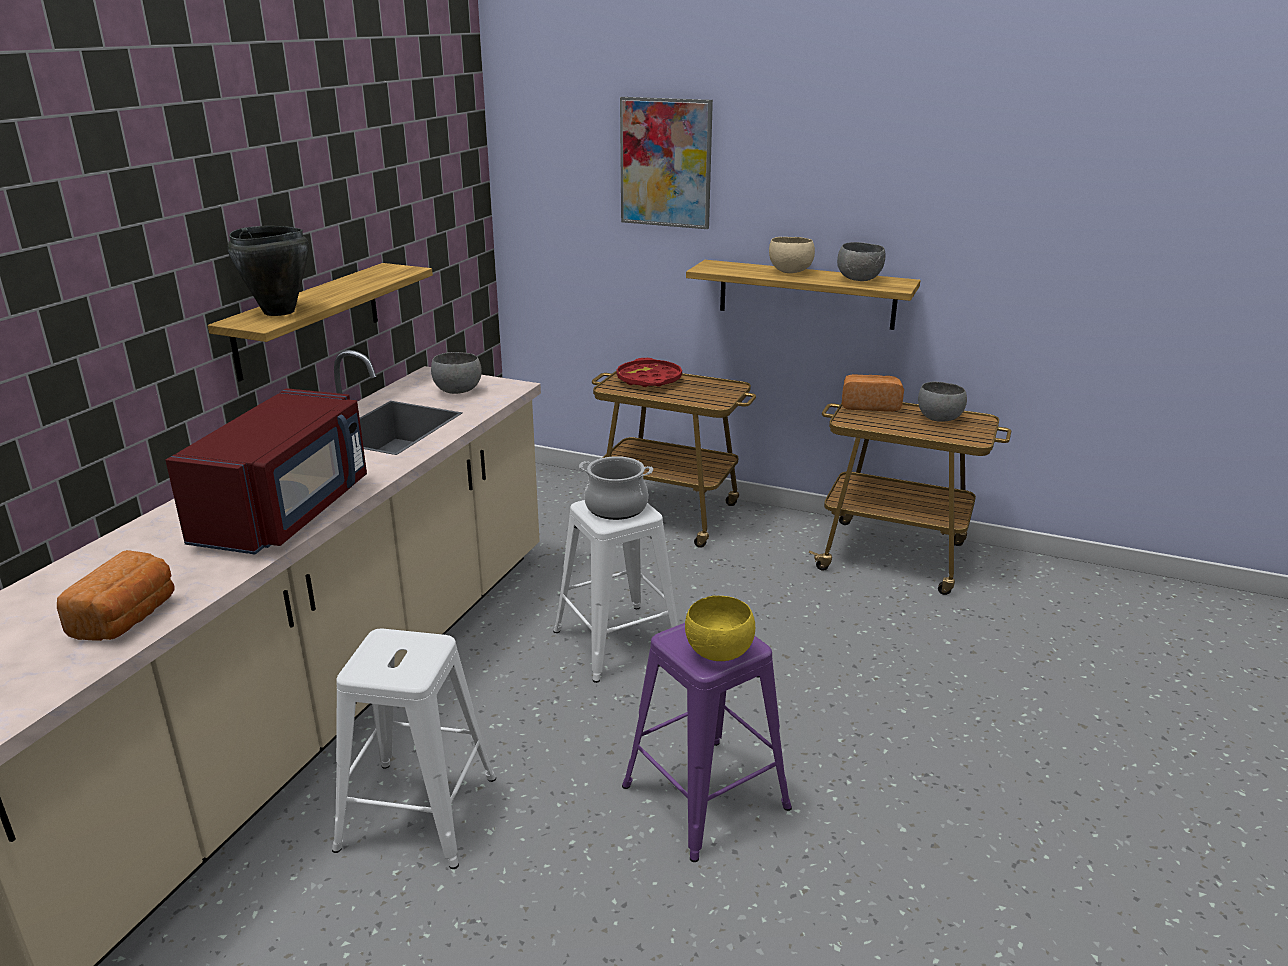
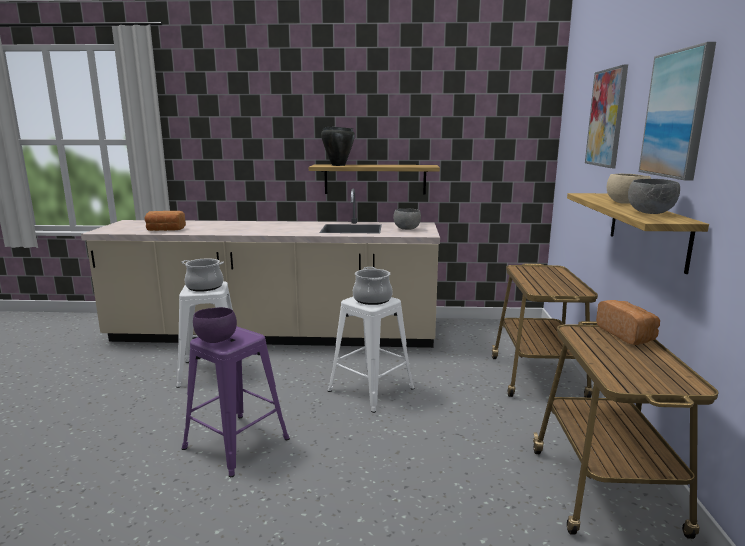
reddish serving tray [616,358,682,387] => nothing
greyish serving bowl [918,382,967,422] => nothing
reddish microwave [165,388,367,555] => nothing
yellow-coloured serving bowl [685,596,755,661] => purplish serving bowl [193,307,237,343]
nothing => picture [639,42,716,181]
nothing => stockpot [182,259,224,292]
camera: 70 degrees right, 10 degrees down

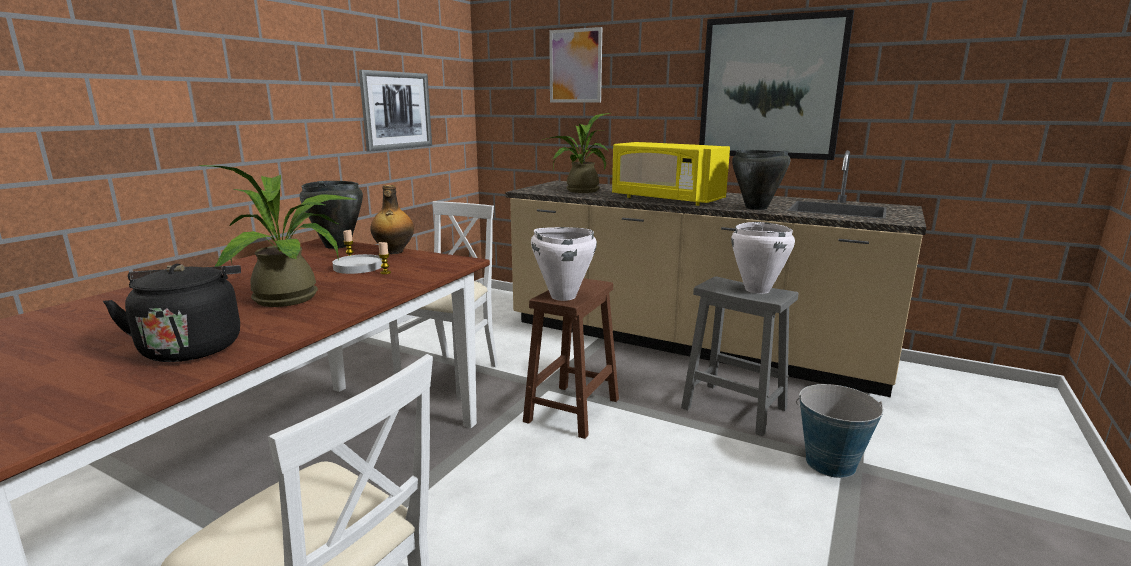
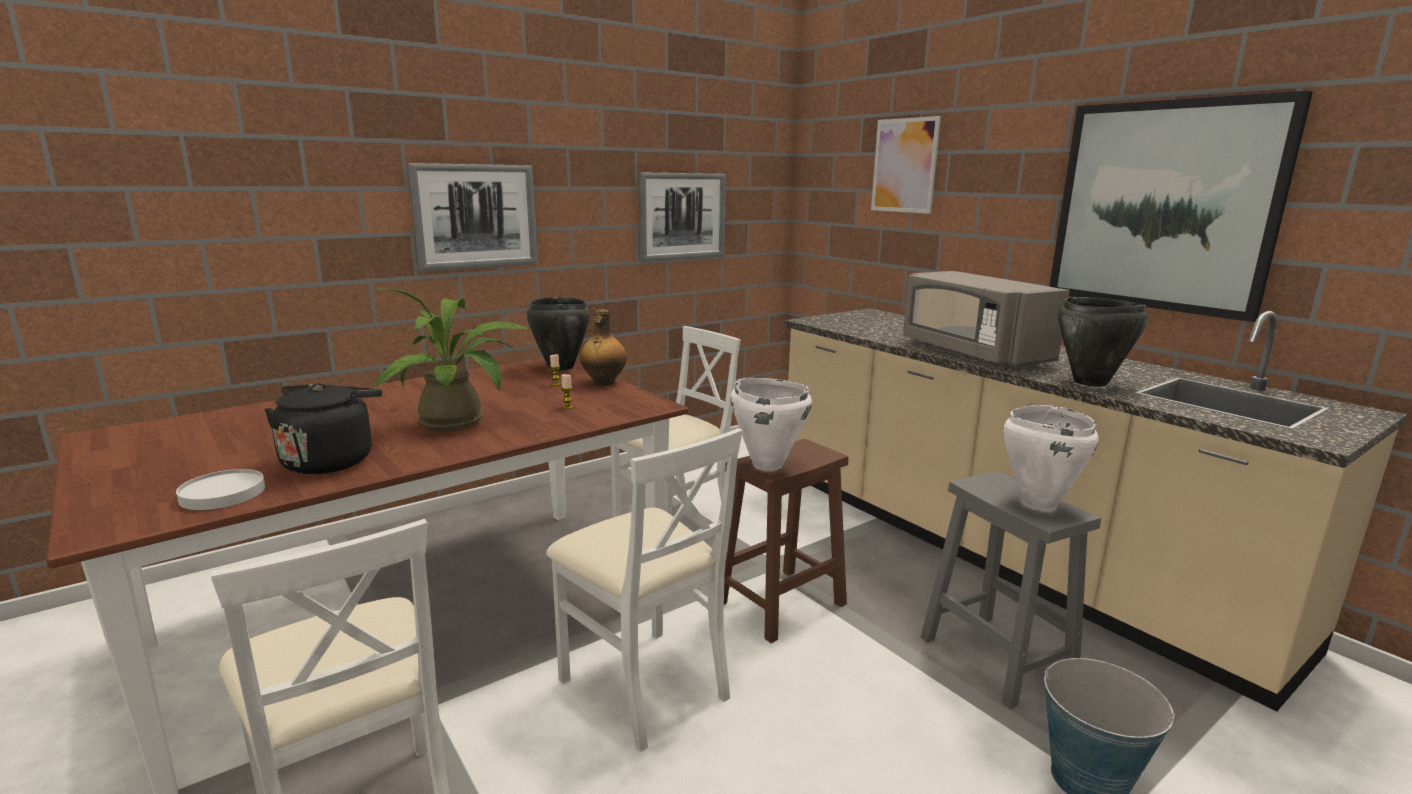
houseplant [540,113,611,193] => nothing
yellow-coloured microwave [612,142,730,206] => greyish microwave [903,271,1070,368]
whitish flat dish [332,254,382,274] => whitish flat dish [176,469,265,510], moved
nothing => picture [407,163,538,272]
nothing => whitish plain chair [546,428,743,752]
camera: 25 degrees right, 0 degrees up

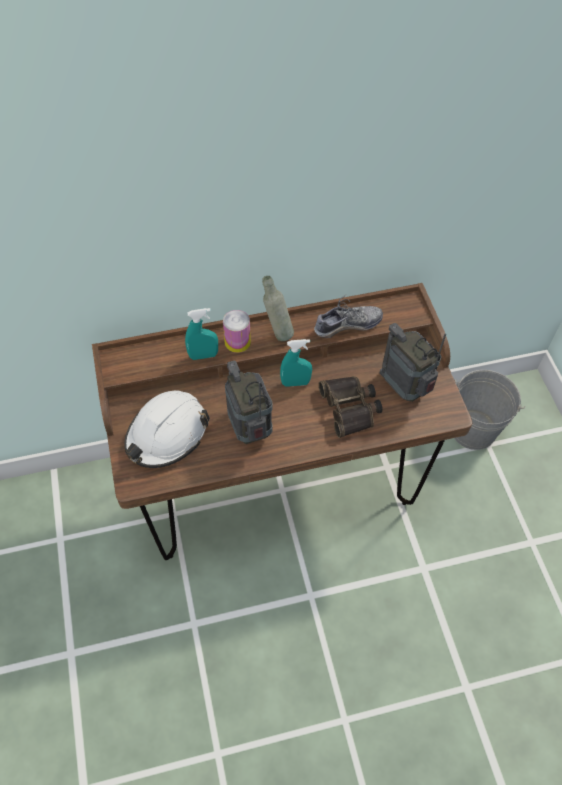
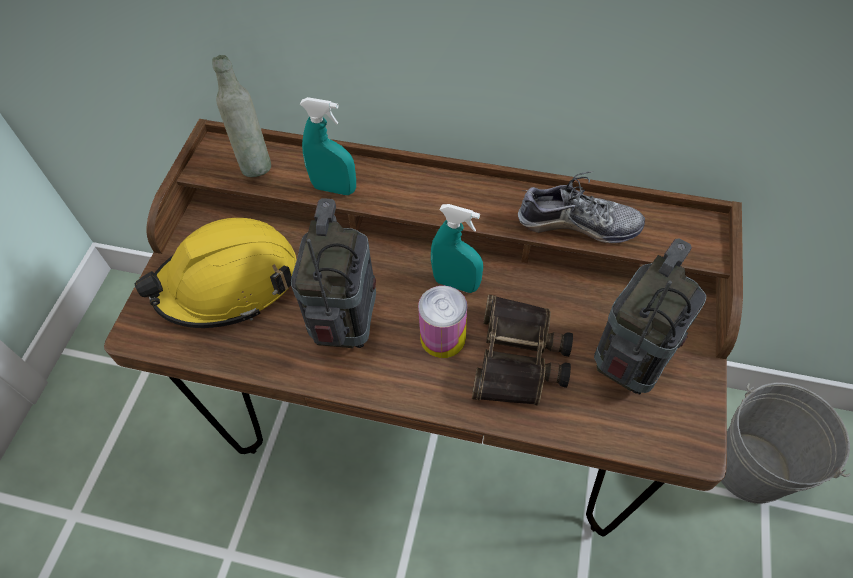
greyish drink bottle [262,276,294,341] => greyish drink bottle [212,55,271,177], moved
can [223,310,251,353] => can [418,286,467,358], moved
radio set [380,323,446,402] => radio set [594,238,706,395], 45 degrees clockwise
whitish safety helmet [124,390,210,468] => yellow-coloured safety helmet [135,218,297,328]
camera: 30 degrees right, 0 degrees up

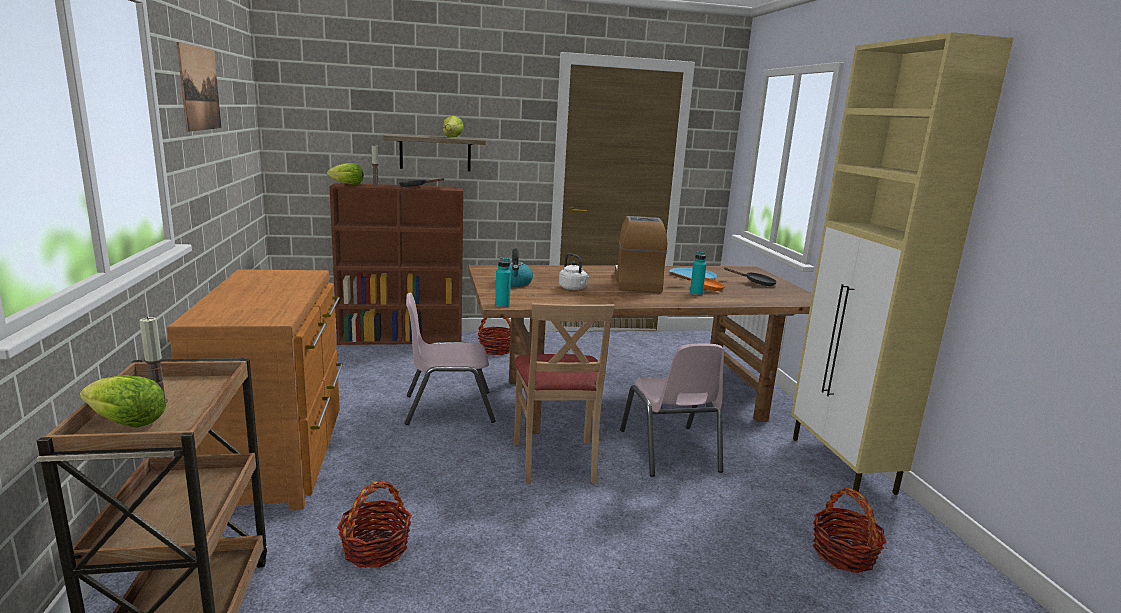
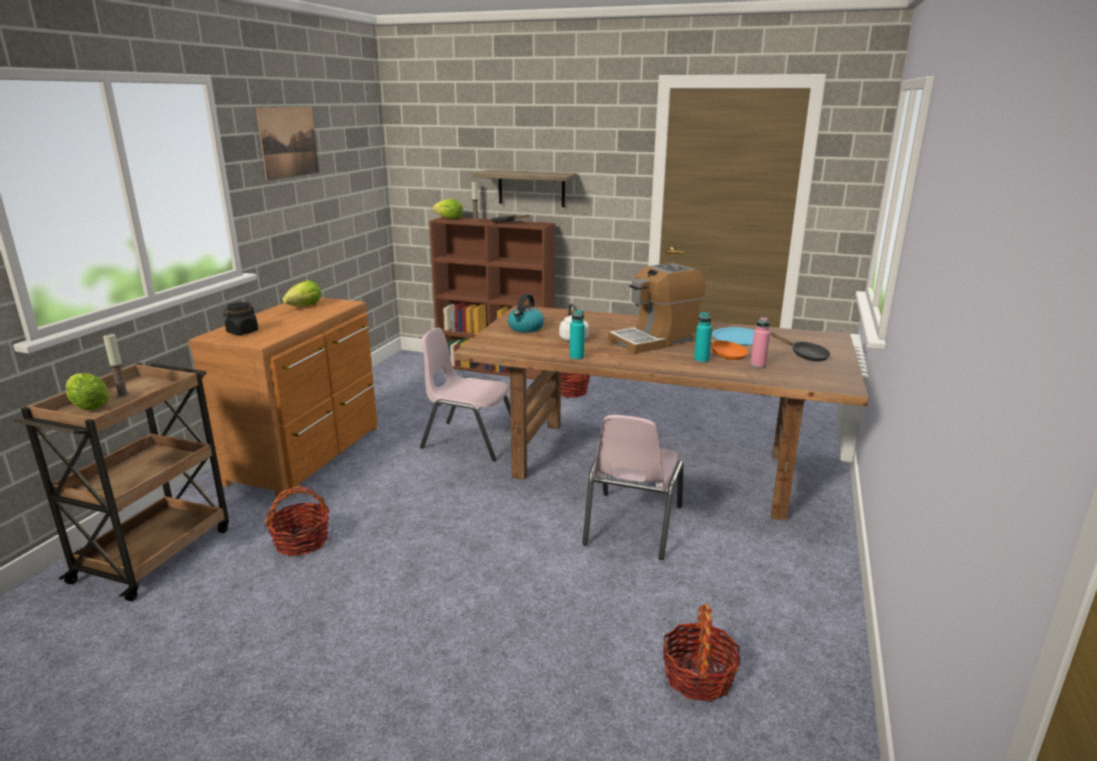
beige-coloured cabinet [791,32,1014,495] => nothing
lettuce [442,116,464,137] => lettuce [282,280,321,306], moved
coffee maker [615,216,667,293] => coffee maker [608,263,706,354], 150 degrees counterclockwise
turquoise drink bottle [495,257,511,308] => turquoise drink bottle [570,310,585,360], moved
beige-coloured plain chair [514,303,615,484] => nothing
nothing => black-coloured storage jar [223,302,258,335]
nothing => pinkish drink bottle [750,317,770,369]
camera: 30 degrees right, 5 degrees up

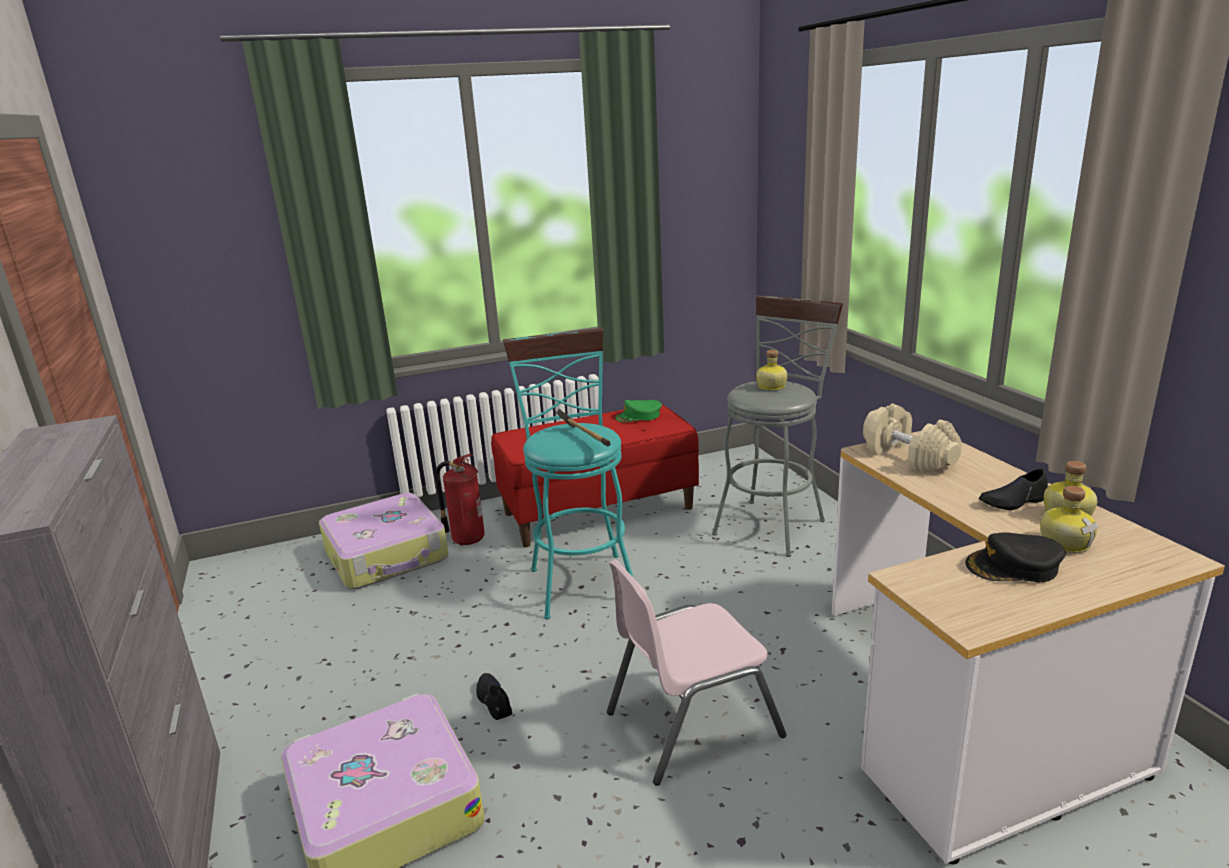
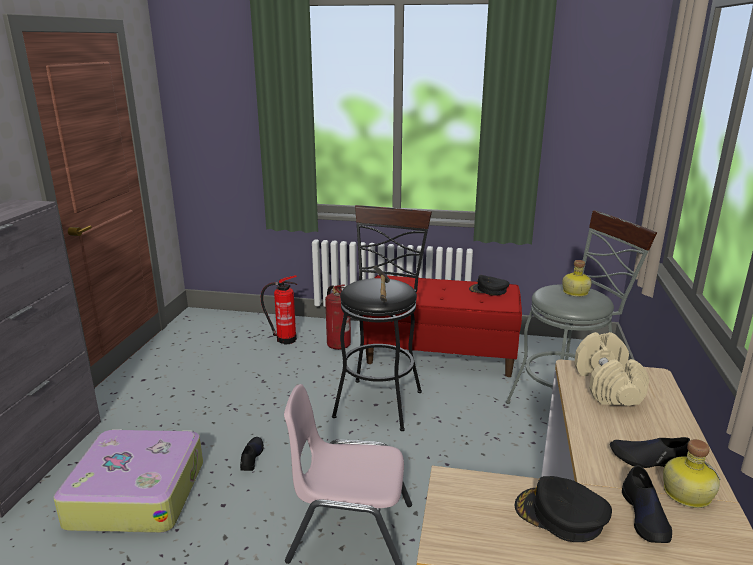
turquoise stool [503,328,633,619] => black-coloured stool [332,205,432,431]
green cap [615,400,662,422] => black-coloured cap [469,275,509,296]
drink bottle [1040,486,1098,553] => black-coloured shoe [622,465,672,543]
travel case [319,493,449,589] => fire-fighting cylinder [261,275,297,345]
camera: 30 degrees right, 0 degrees up

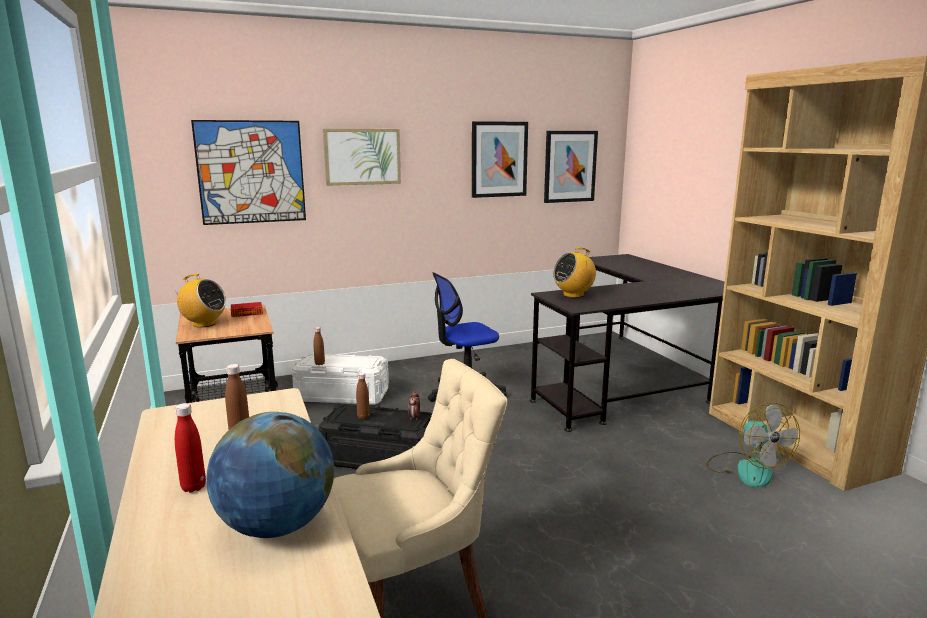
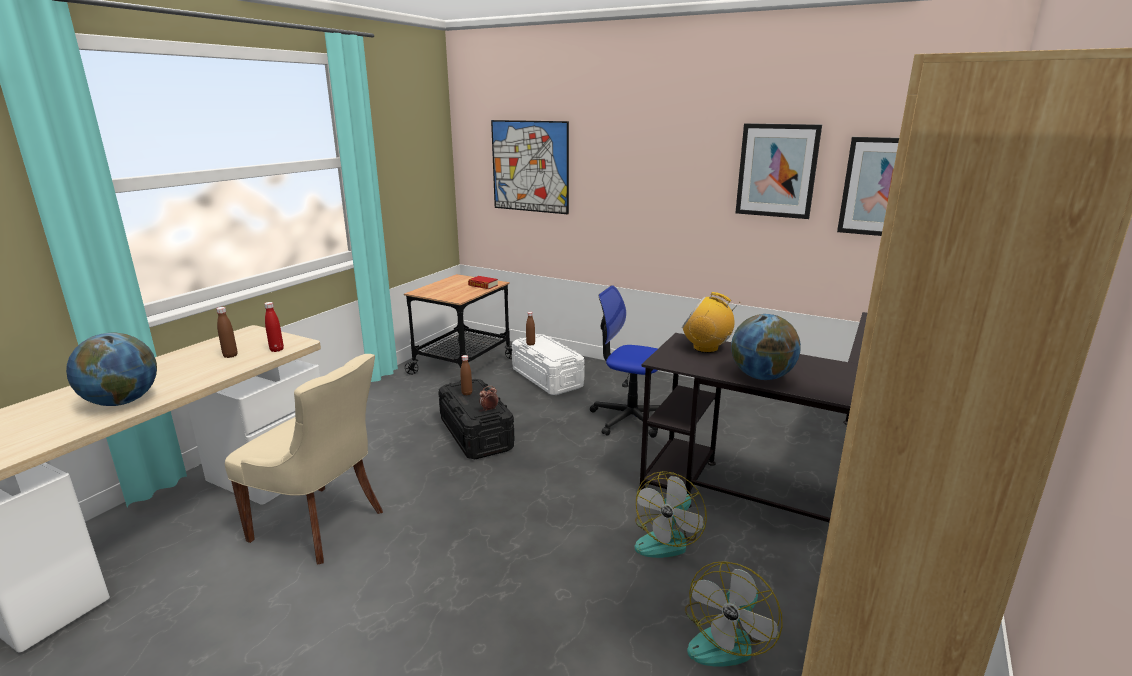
picture [323,129,401,186] => nothing
radio set [171,274,226,328] => nothing
reddish drink bottle [175,403,206,493] => reddish drink bottle [264,302,284,352], moved
nothing => globe [731,314,801,380]
nothing => cooling fan [635,471,707,558]
camera: 50 degrees right, 5 degrees up

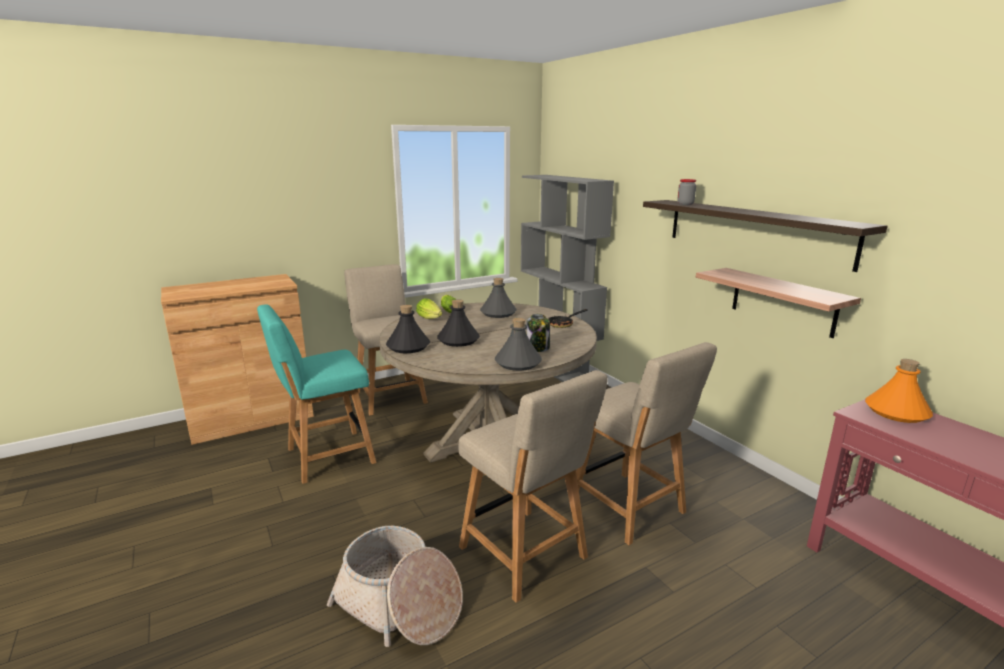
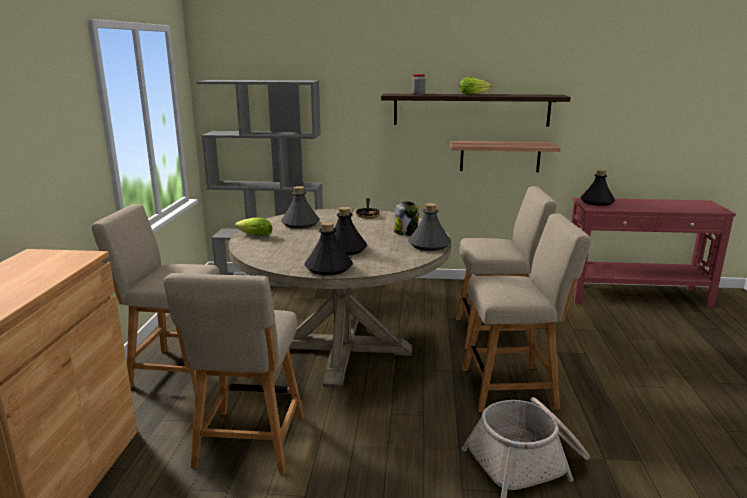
lettuce [416,298,442,319] => lettuce [460,77,491,95], moved
turquoise plain chair [257,304,376,484] => beige-coloured plain chair [164,273,304,474]
orange drink bottle [865,359,933,423] => black-coloured drink bottle [580,170,615,206]
camera: 55 degrees left, 0 degrees up

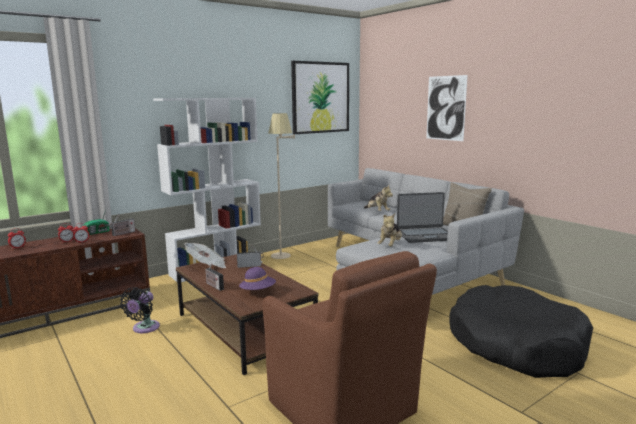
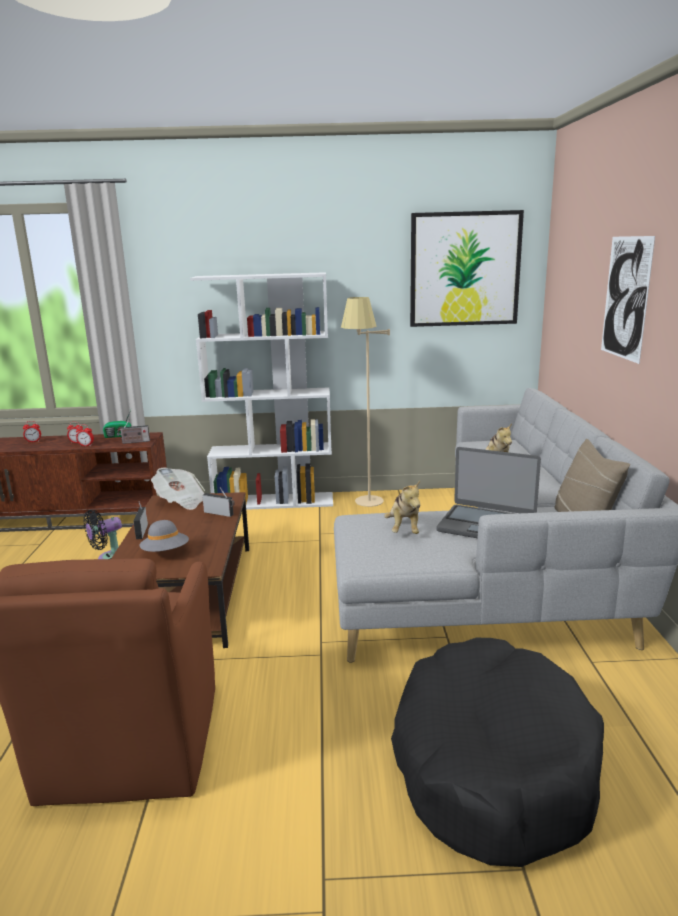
plush toy [377,213,402,247] => plush toy [384,481,420,534], 60 degrees counterclockwise
purplish clothing hat [239,267,276,290] => greyish clothing hat [139,520,189,552]
camera: 35 degrees right, 5 degrees up

